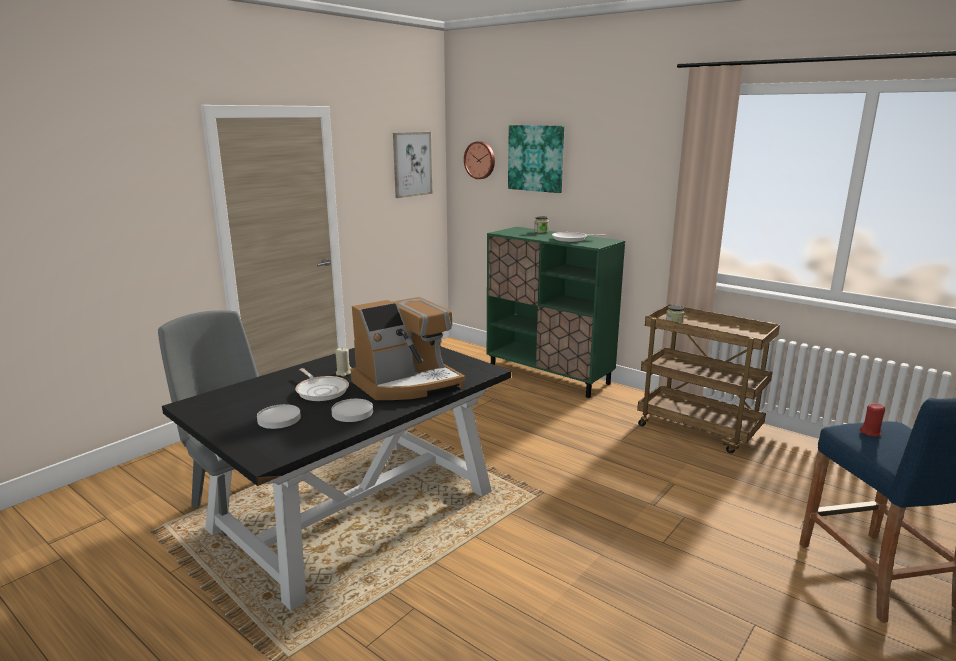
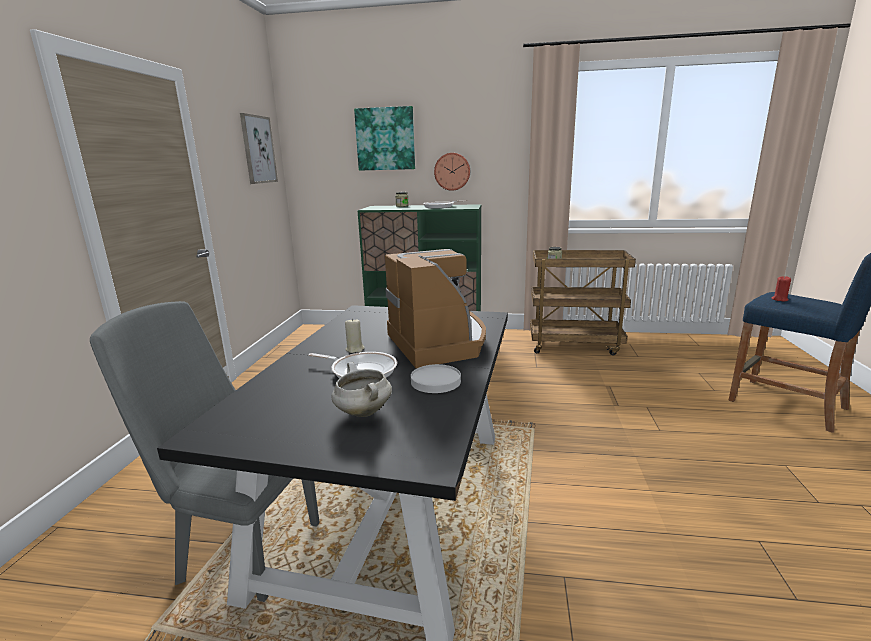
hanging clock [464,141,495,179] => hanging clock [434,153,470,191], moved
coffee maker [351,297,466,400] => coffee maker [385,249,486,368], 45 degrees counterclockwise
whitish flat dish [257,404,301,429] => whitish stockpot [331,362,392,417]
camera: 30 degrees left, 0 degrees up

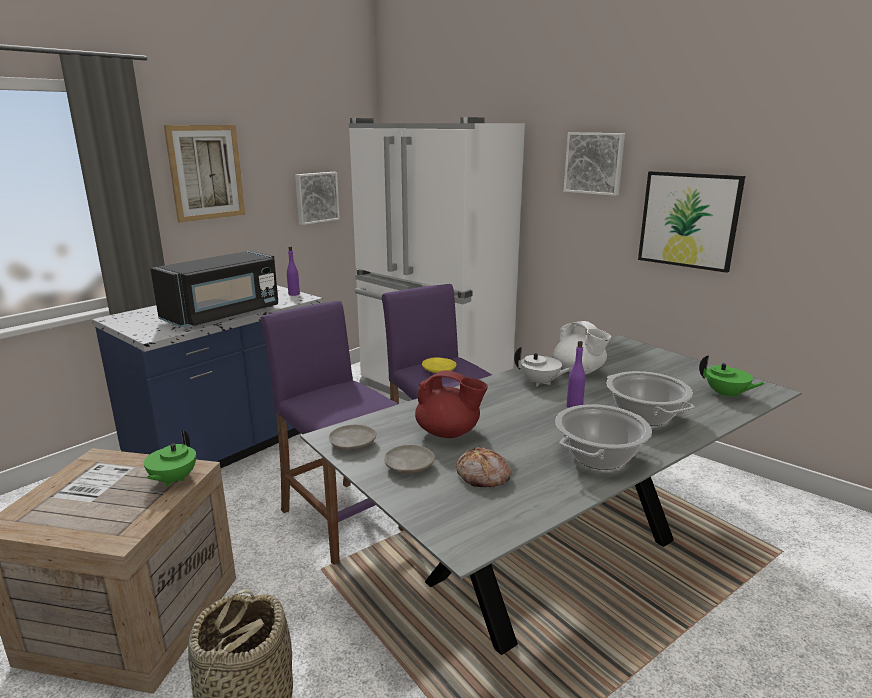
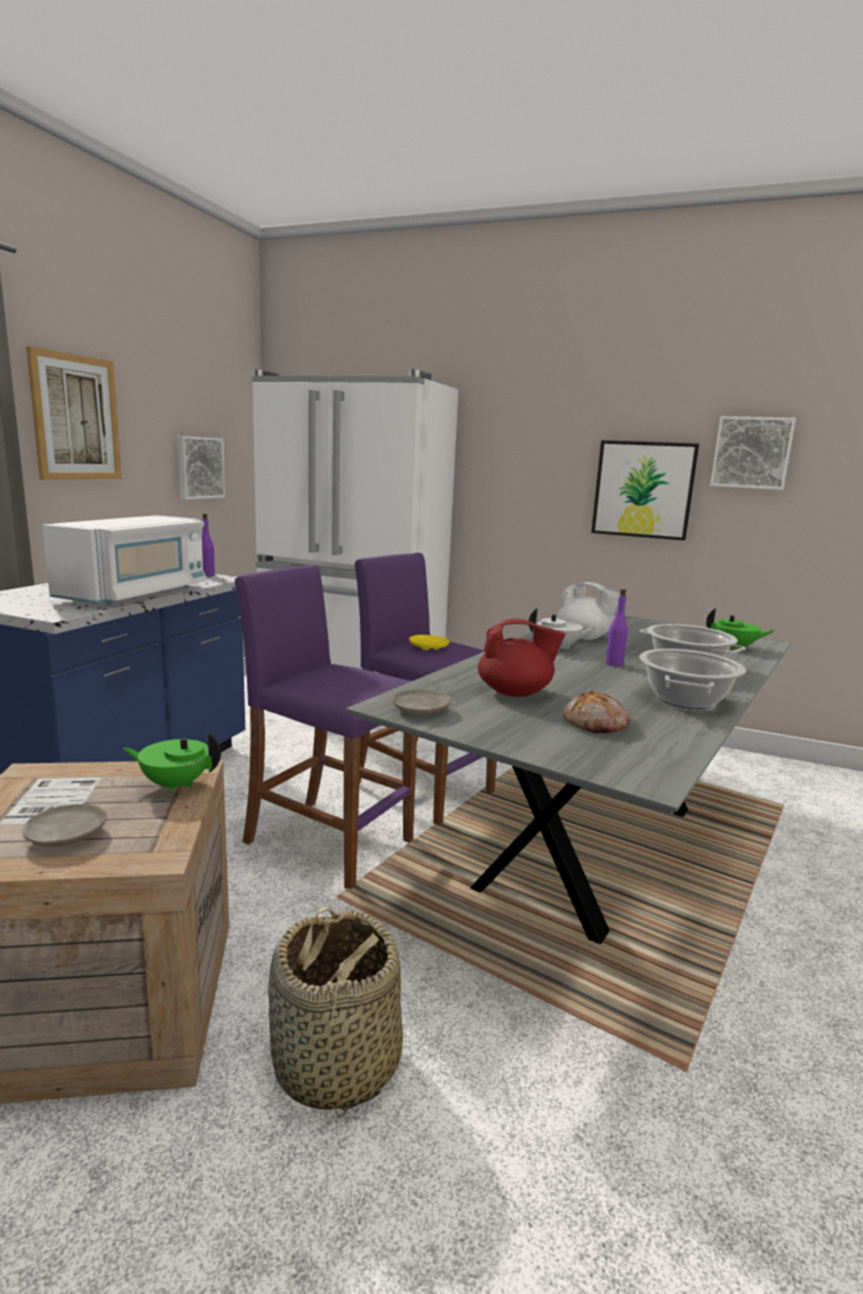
picture [564,133,625,196] => picture [710,416,796,490], moved
black-coloured microwave [150,251,279,327] => whitish microwave [42,515,207,605]
green teapot [144,430,196,487] => green teapot [123,733,221,792], 105 degrees clockwise
beige-coloured flat dish [384,445,435,474] => beige-coloured flat dish [22,804,107,847], moved
camera: 20 degrees left, 5 degrees down

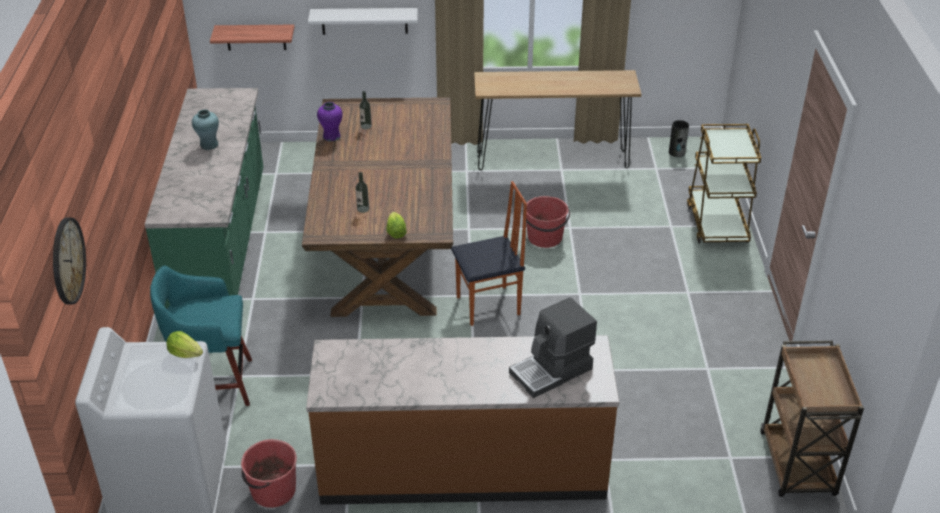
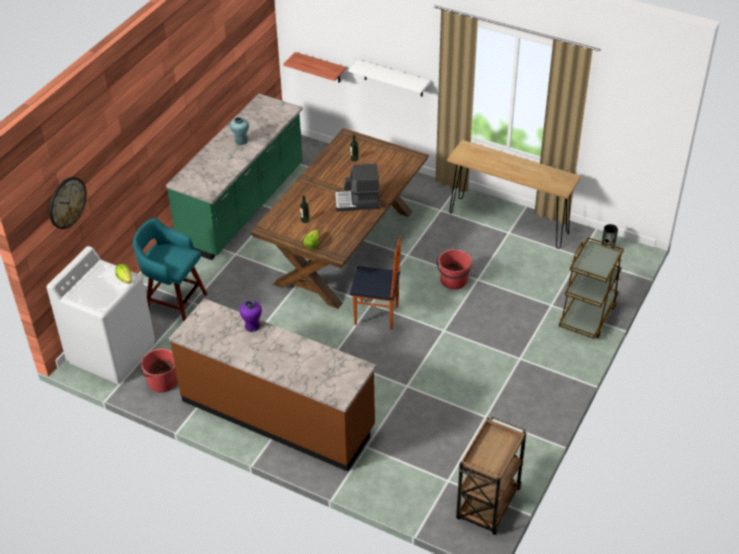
purplish decorative vase [317,102,343,142] => purplish decorative vase [240,300,262,332], moved
coffee maker [509,297,597,398] => coffee maker [335,163,379,212], moved
camera: 30 degrees right, 5 degrees up

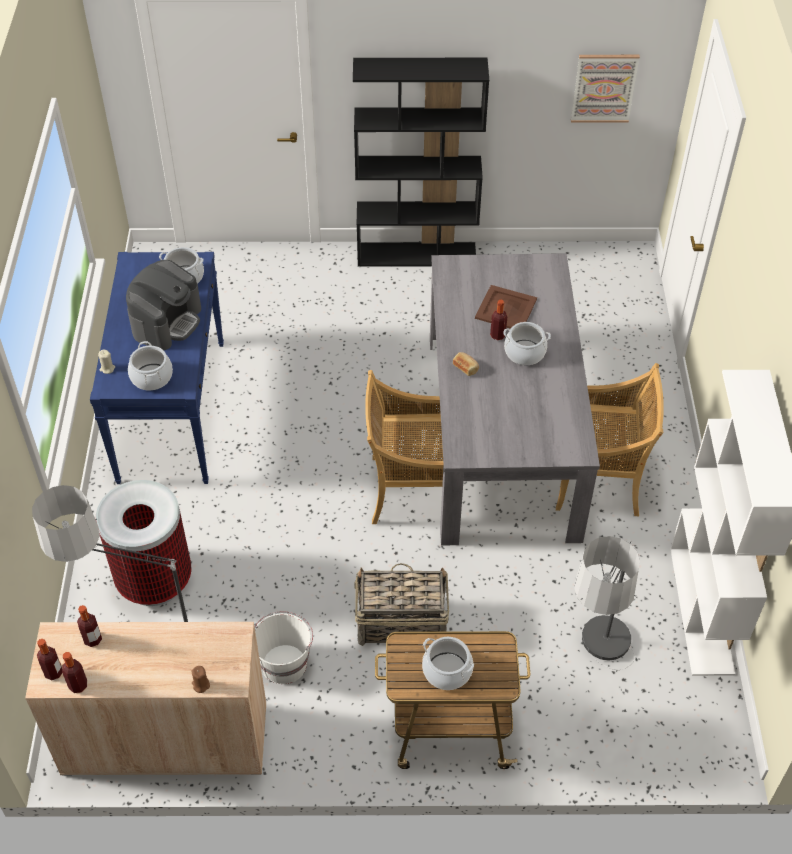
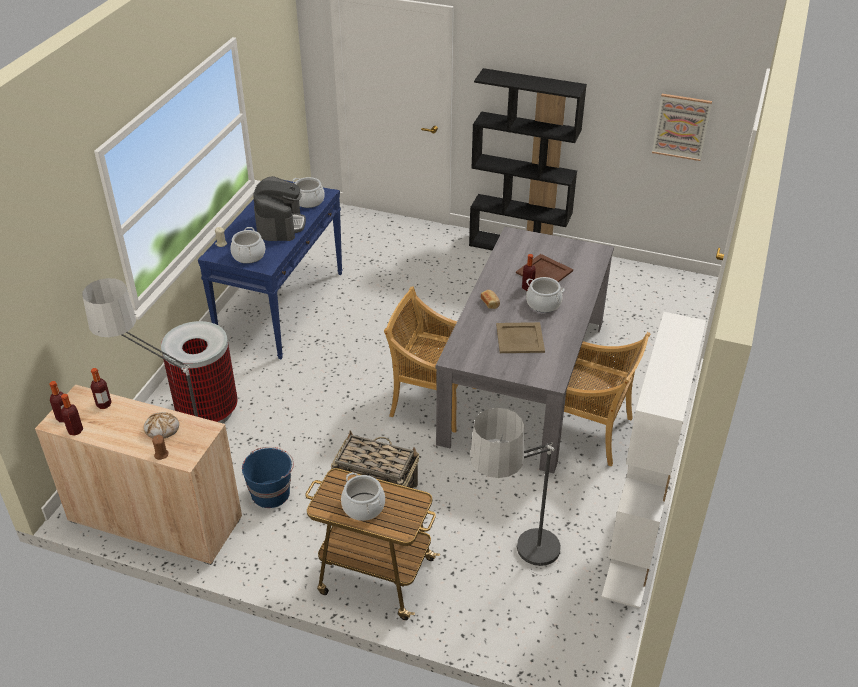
coffee maker [126,260,201,350] => coffee maker [253,176,306,241], 45 degrees counterclockwise
whitish pail [255,611,313,684] => blue-coloured pail [242,447,294,508]
nothing => beige-coloured serving tray [496,322,545,353]
nothing => baked bread [143,412,179,438]
camera: 20 degrees right, 10 degrees down

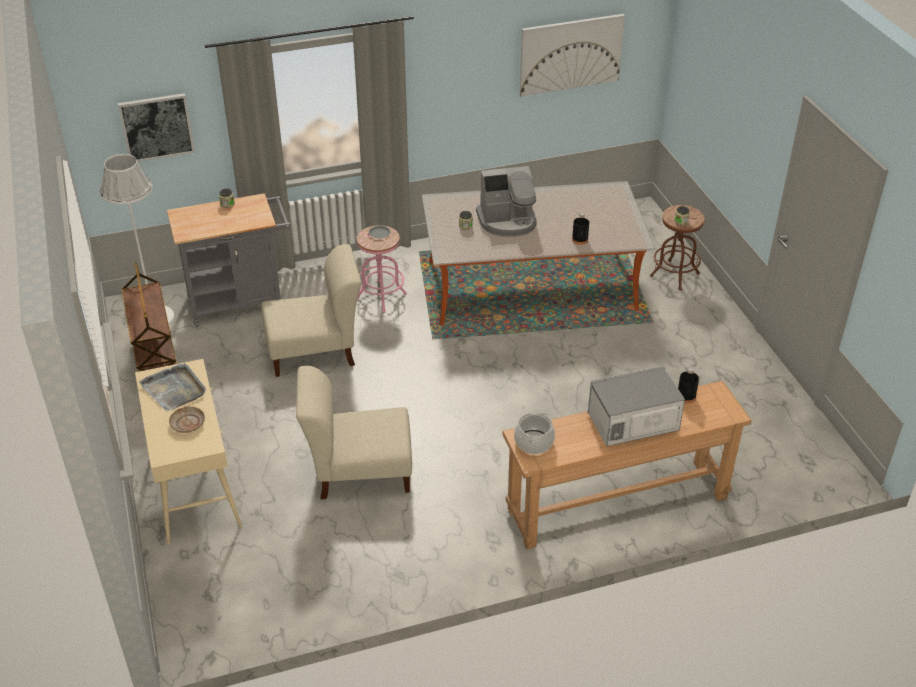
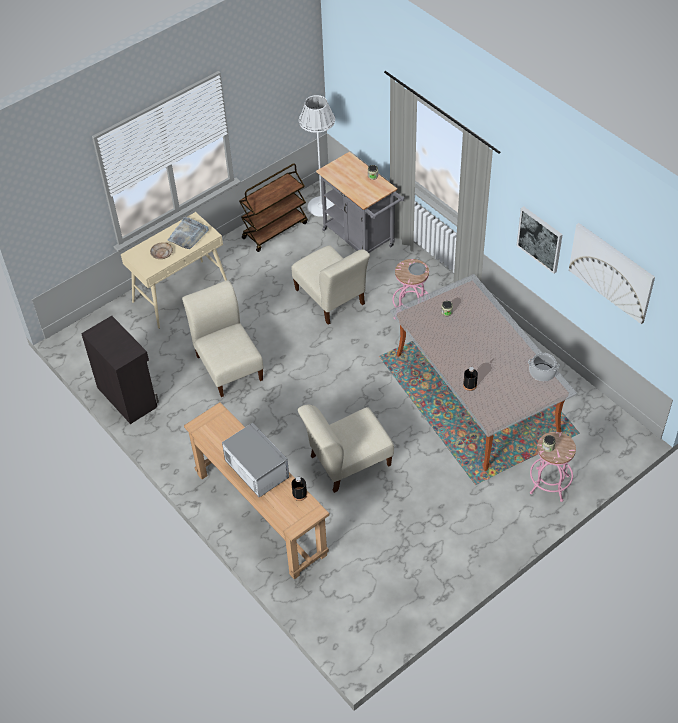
picture [118,93,195,162] => picture [517,206,563,274], moved
coffee maker [476,166,537,237] => nothing
brown-coloured stool [650,205,705,290] => pinkish stool [530,432,576,502]
stockpot [514,412,555,454] => stockpot [528,353,560,381], moved
nothing => black-coloured cabinet [81,316,159,424]
nothing => beige-coloured plain chair [298,404,394,493]
camera: 70 degrees right, 10 degrees up

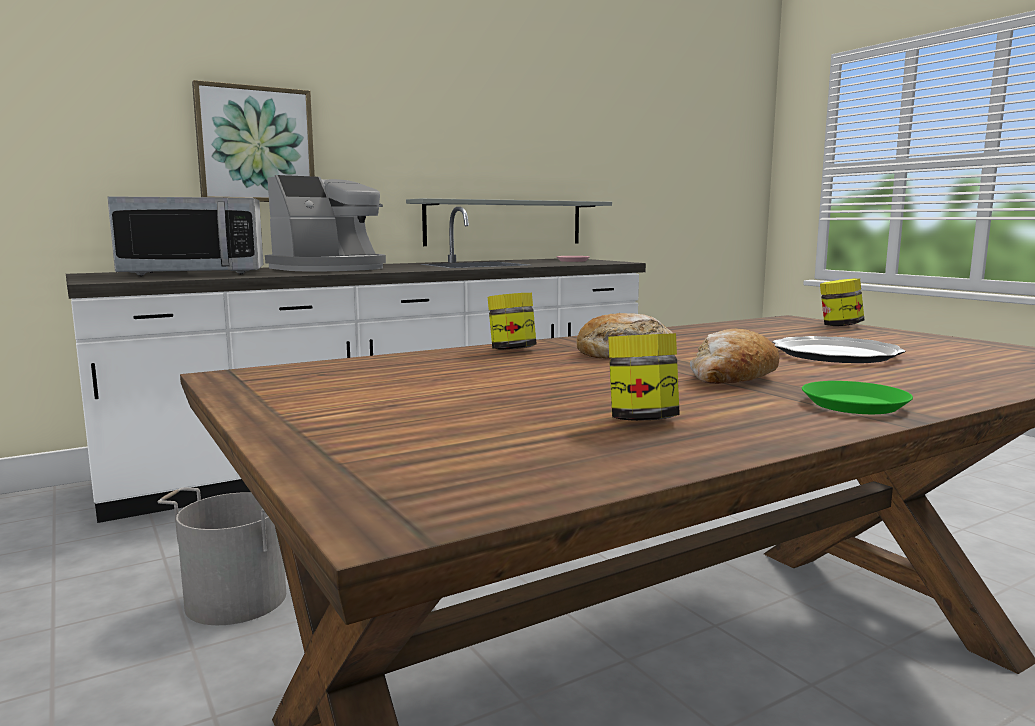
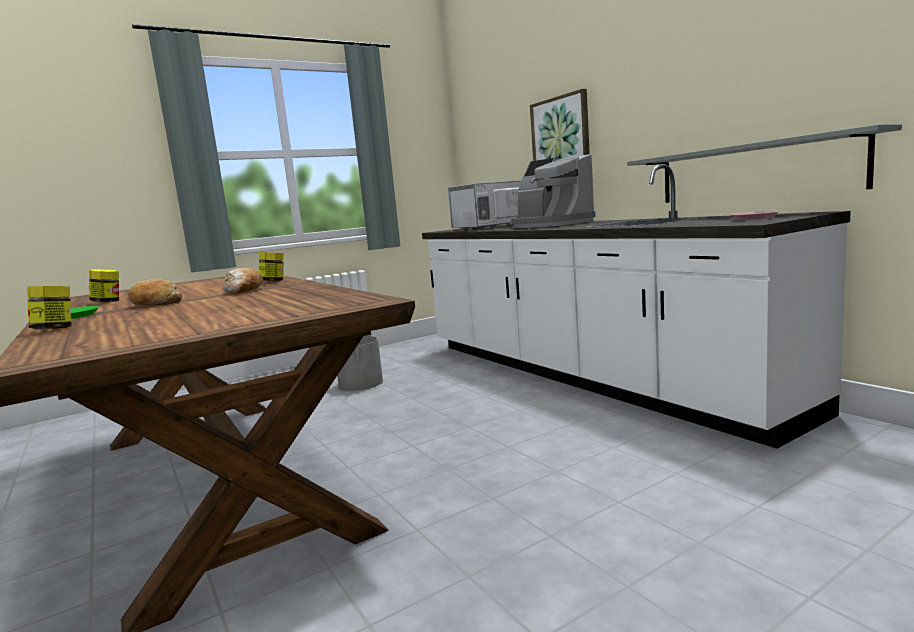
microwave [107,196,263,276] => microwave [448,180,522,230], 75 degrees clockwise
storage jar [820,278,864,326] => storage jar [27,286,71,329], moved
flat dish [772,336,905,363] => nothing
camera: 90 degrees right, 0 degrees up

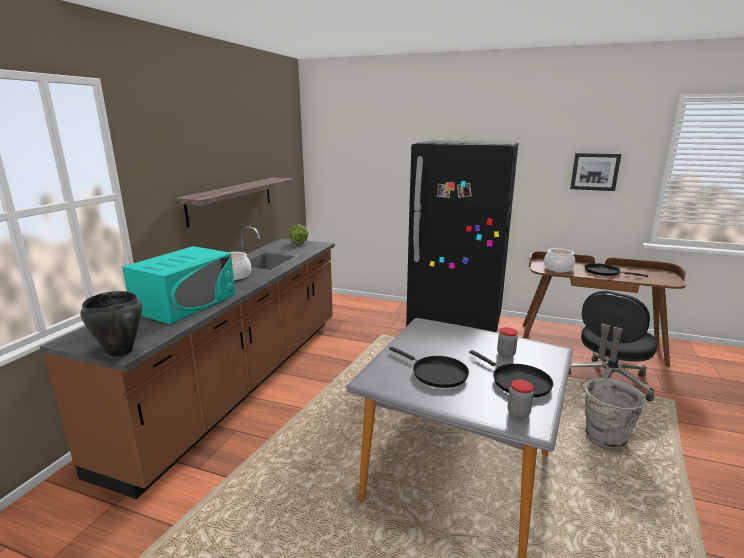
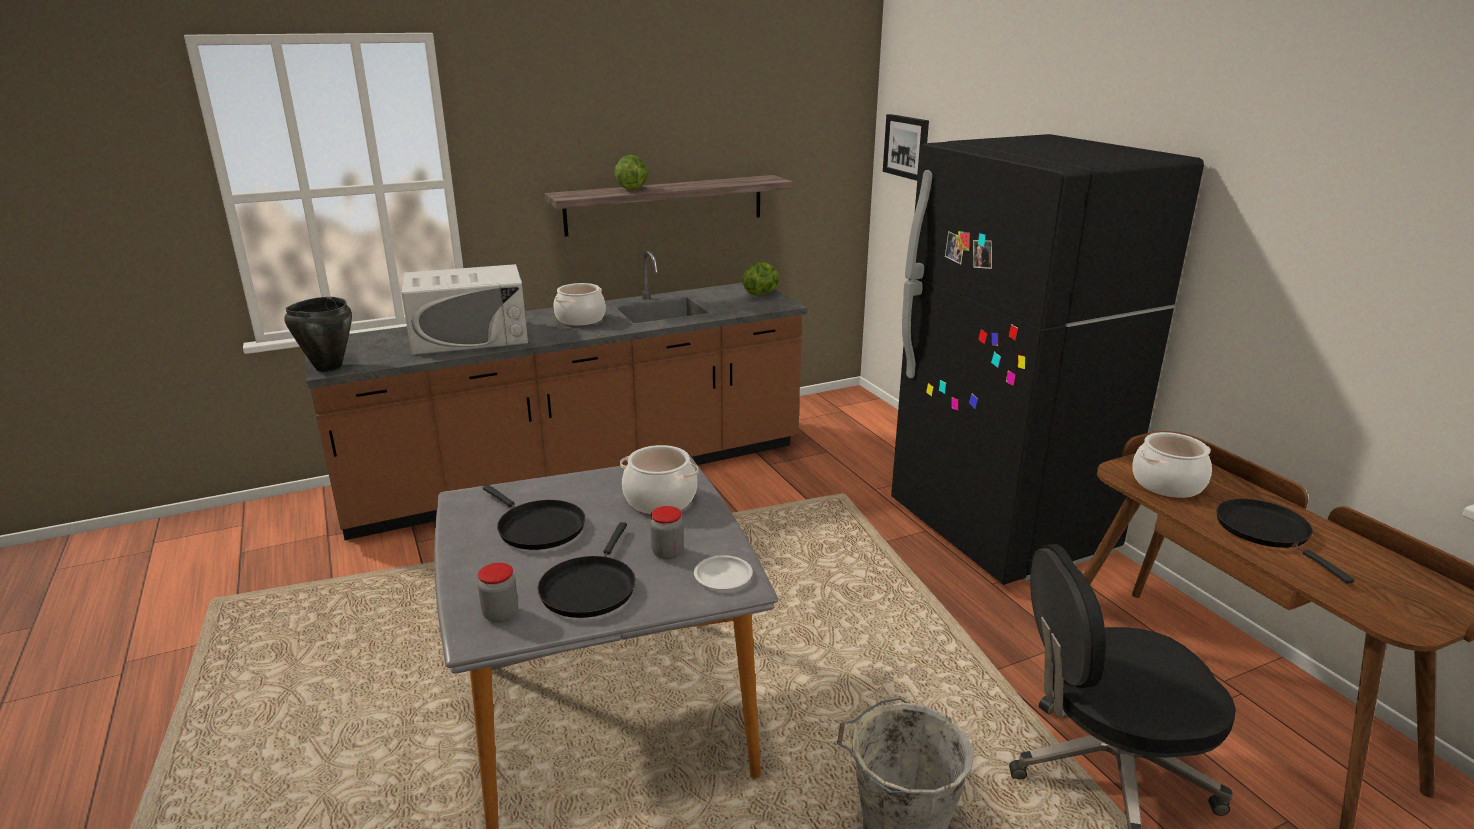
picture [570,153,621,191] => picture [883,114,929,181], moved
turquoise microwave [122,246,235,324] => whitish microwave [401,264,528,355]
black-coloured skillet [389,347,469,388] => black-coloured skillet [483,485,585,550], 45 degrees counterclockwise
nothing => lettuce [614,155,648,191]
nothing => stockpot [620,445,699,514]
nothing => whitish flat dish [694,555,753,589]
camera: 45 degrees right, 5 degrees up

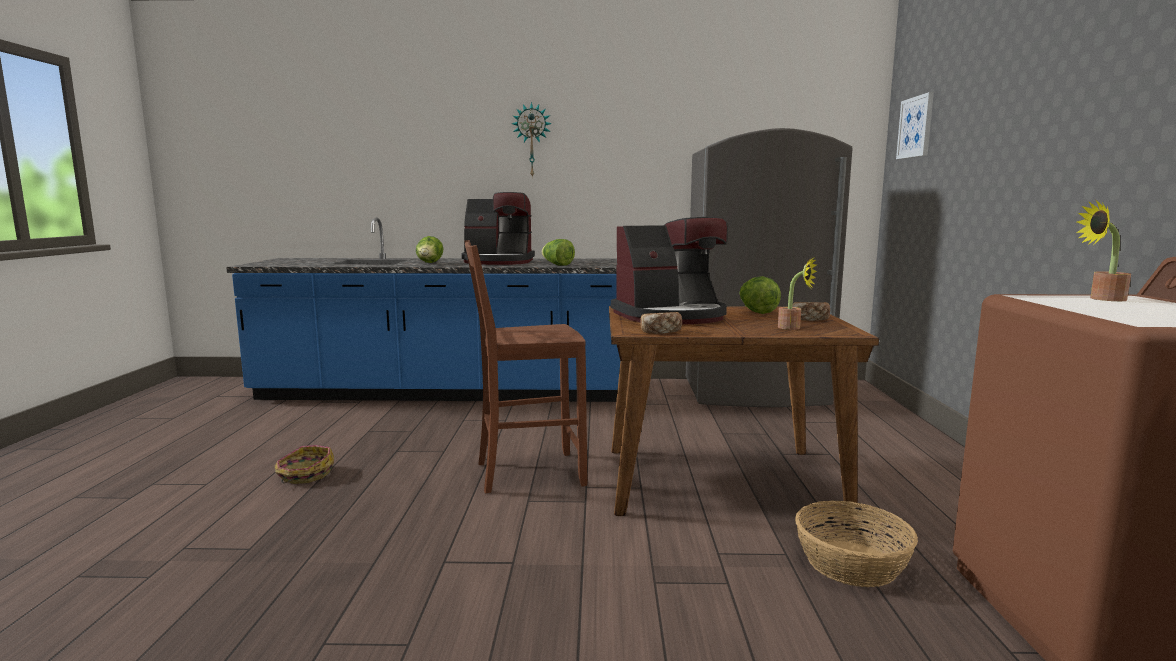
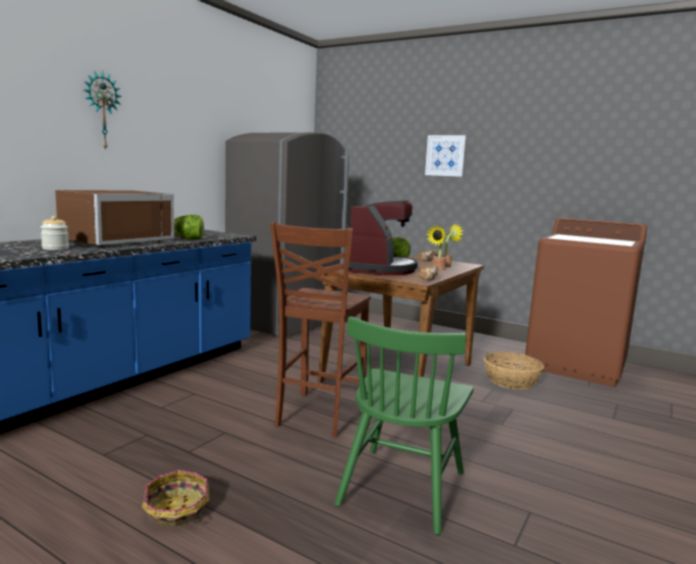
picture [896,92,934,159] => picture [425,135,467,177], moved
coffee maker [461,192,535,265] => brown-coloured microwave [55,190,174,247]
houseplant [1076,199,1131,301] => houseplant [426,226,446,270], moved
lettuce [416,236,444,263] => storage jar [41,216,69,250]
nothing => green plain chair [335,316,474,535]
camera: 60 degrees left, 0 degrees up

